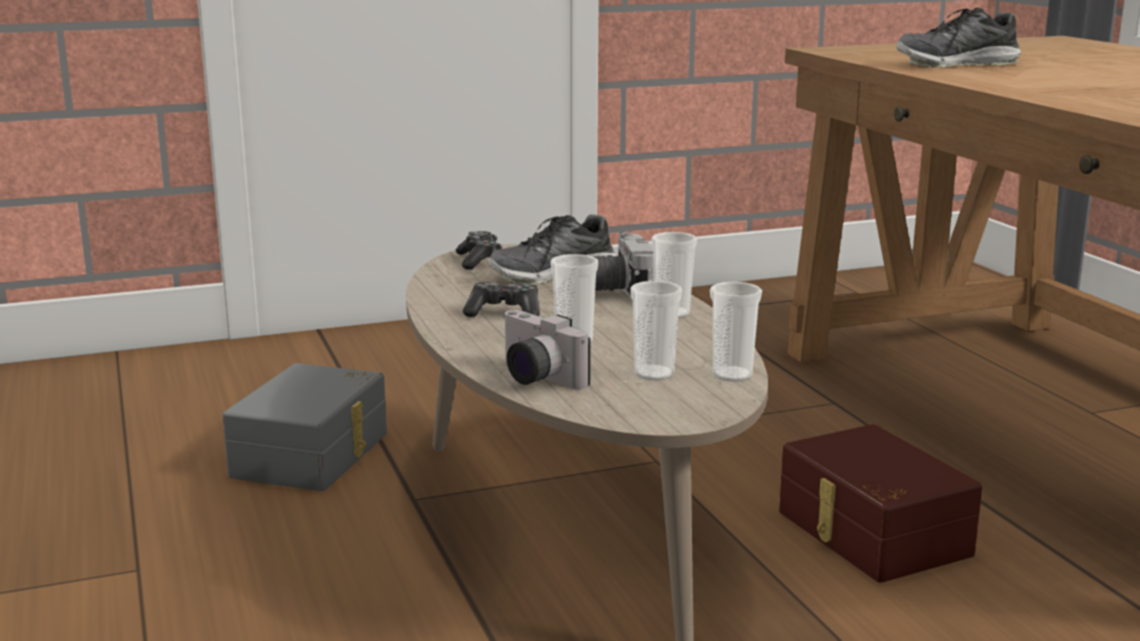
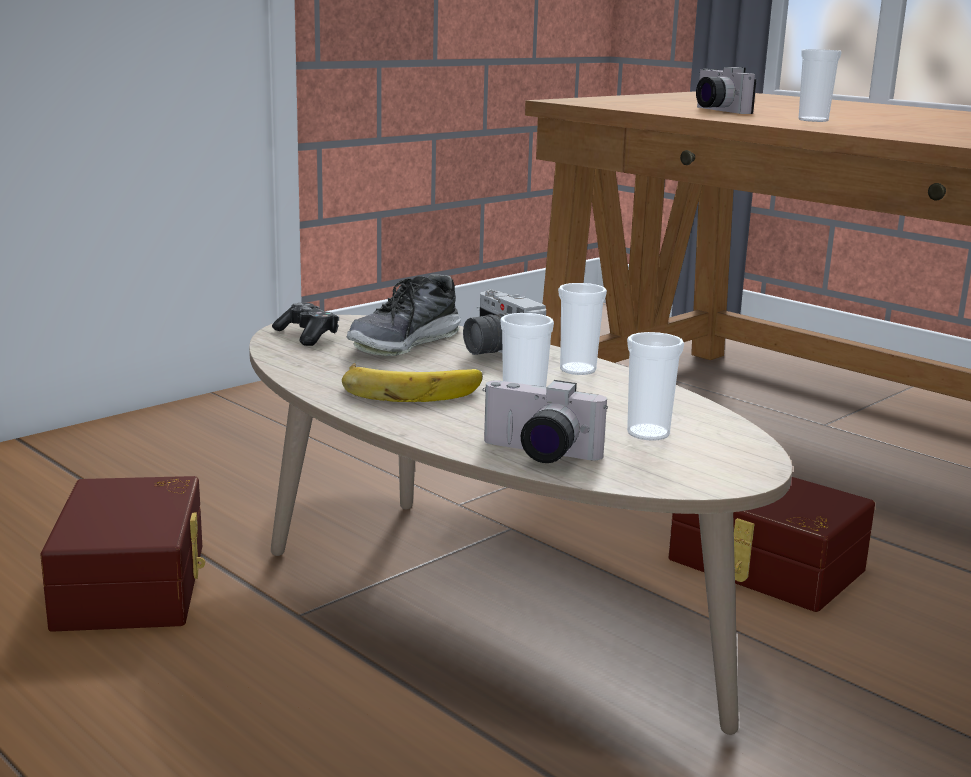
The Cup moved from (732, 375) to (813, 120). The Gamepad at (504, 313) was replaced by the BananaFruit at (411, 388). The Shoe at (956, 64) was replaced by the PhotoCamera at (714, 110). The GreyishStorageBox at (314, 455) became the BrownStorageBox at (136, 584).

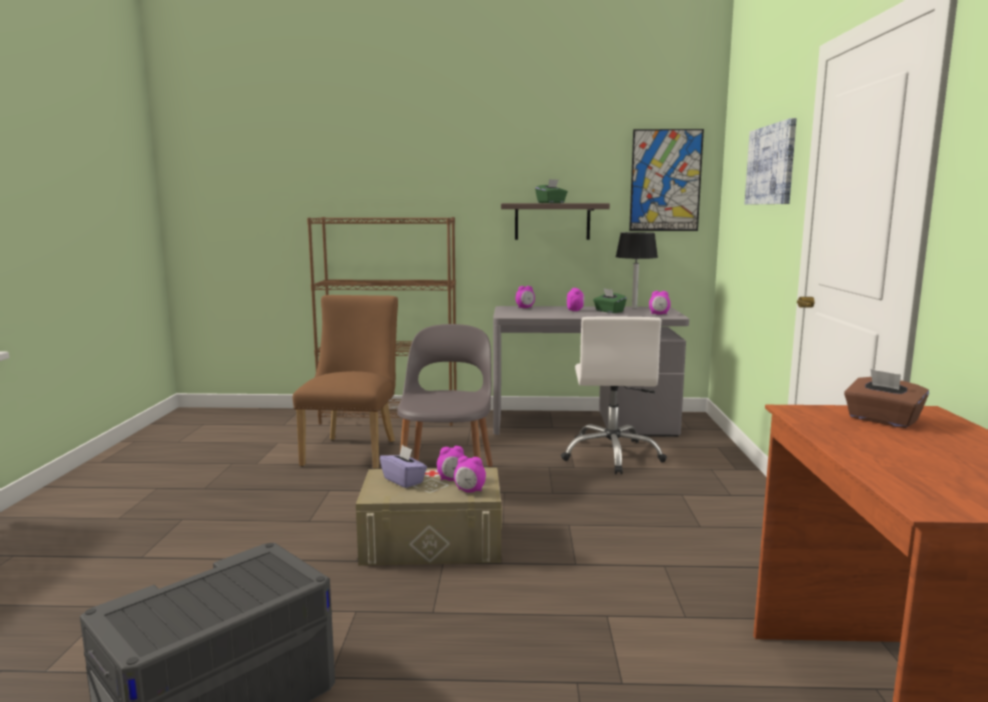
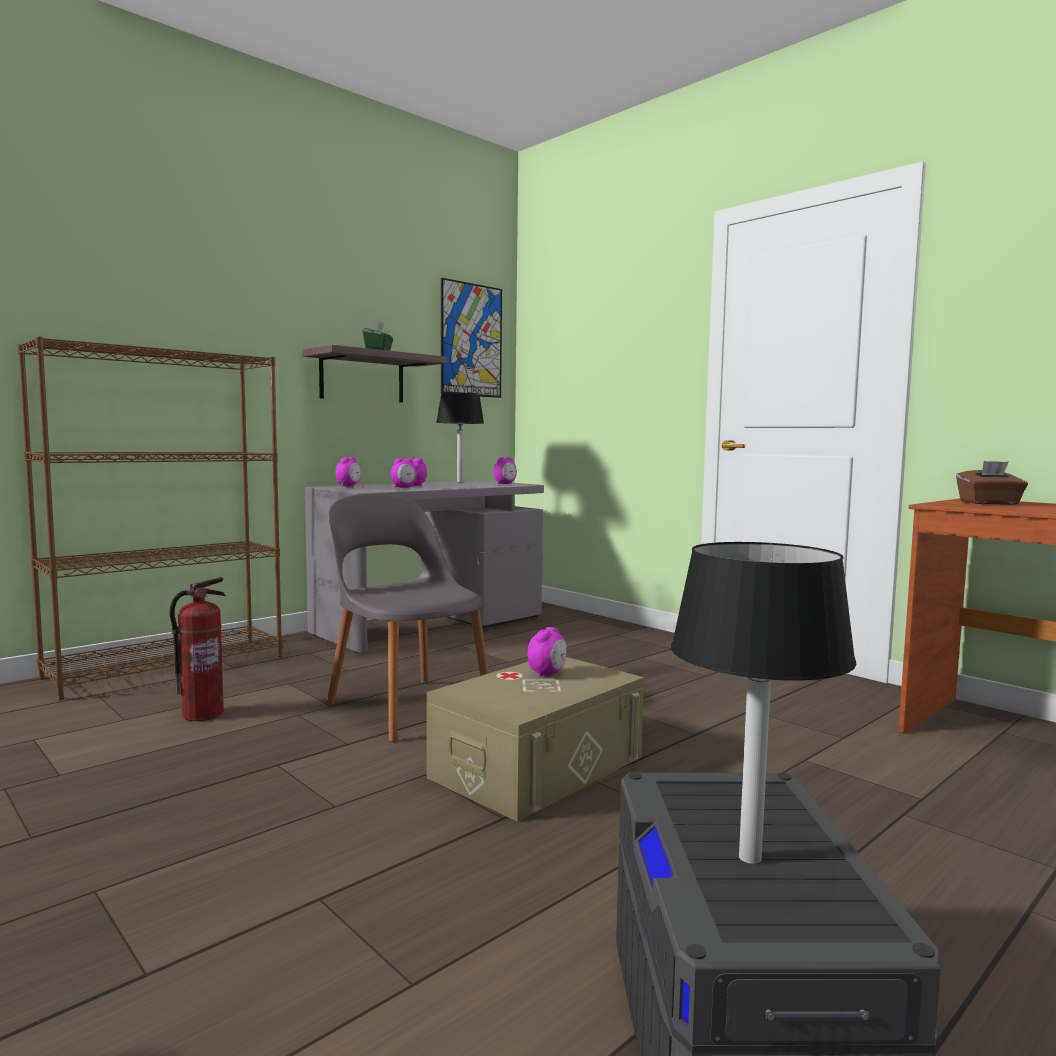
The PurpleTissueBox at (404, 480) disappeared. The WhitishOfficeChair at (612, 455) disappeared. The GreenishTissueBox at (609, 311) disappeared. The WallPicture at (771, 165) disappeared. The BlackishTabletopLamp at (749, 858) appeared. The AlarmClock moved from (469, 491) to (404, 487). The BrownPlainChair at (353, 450) was replaced by the FireExtinguisher at (203, 714).

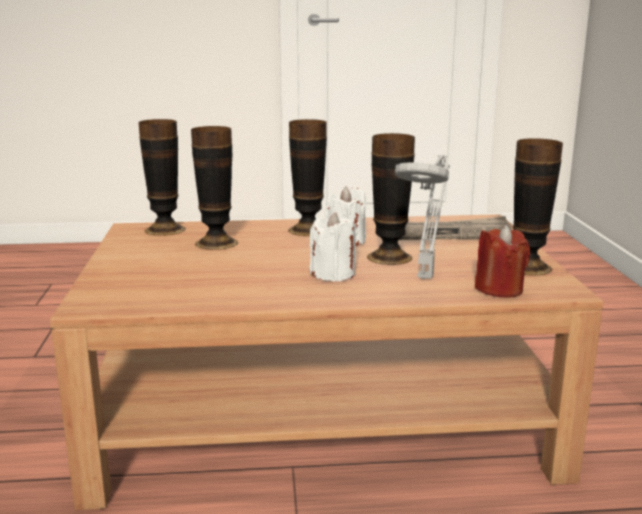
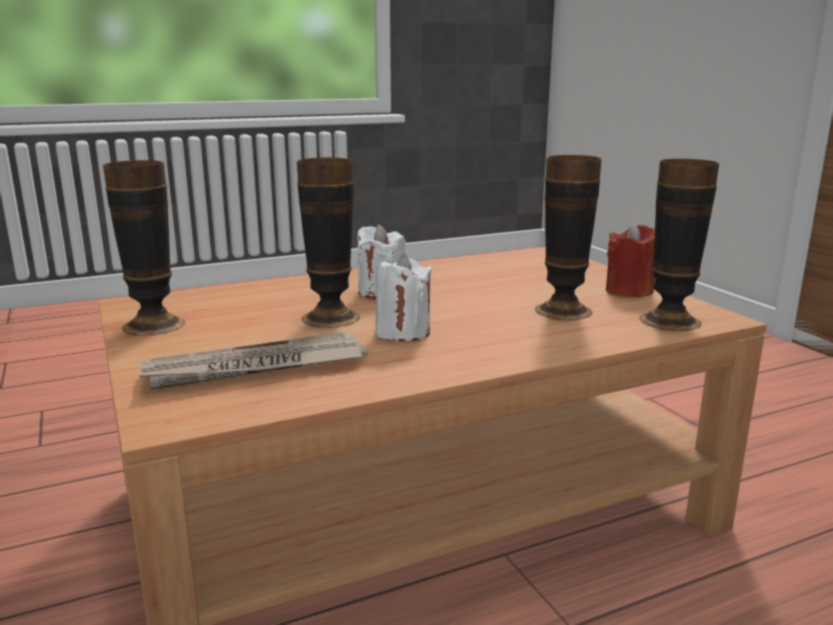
The Vase at (308, 230) disappeared. The GreyishTabletopLamp at (426, 276) disappeared. The RedColouredCandle moved from (499, 289) to (629, 291).

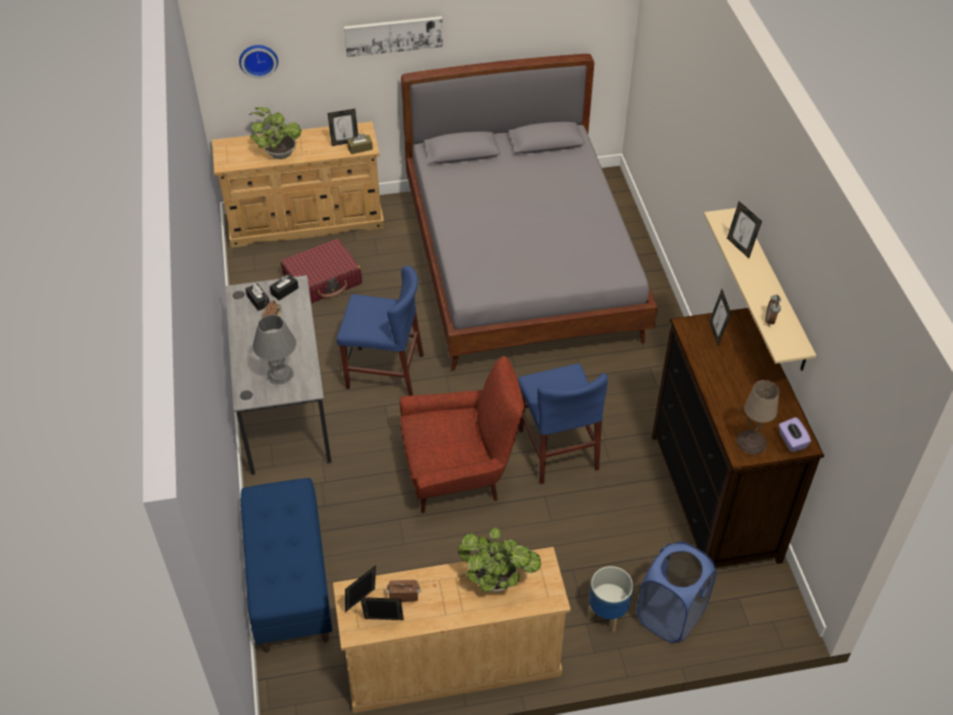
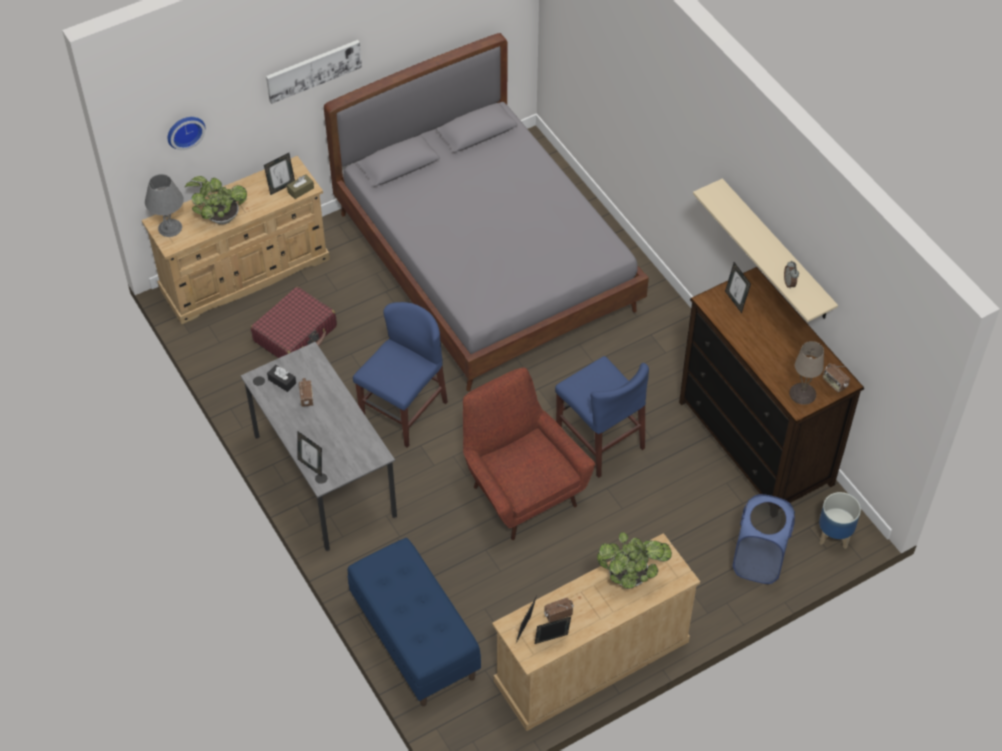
The BlackishTissueBox at (284, 291) disappeared. The GreyishTabletopLamp moved from (280, 374) to (169, 227). The Planter moved from (607, 614) to (834, 536). The PictureFrame moved from (740, 247) to (311, 466). The PurpleTissueBox at (791, 441) was replaced by the Radio at (834, 383). The BluishPlainChair at (385, 371) turned 45 degrees counterclockwise. The RedColouredEasyChair at (459, 474) turned 90 degrees counterclockwise.

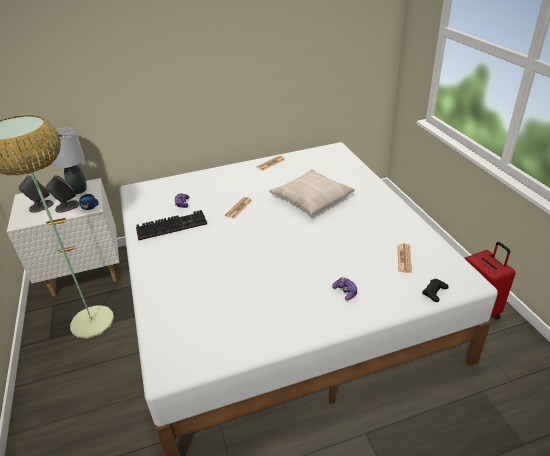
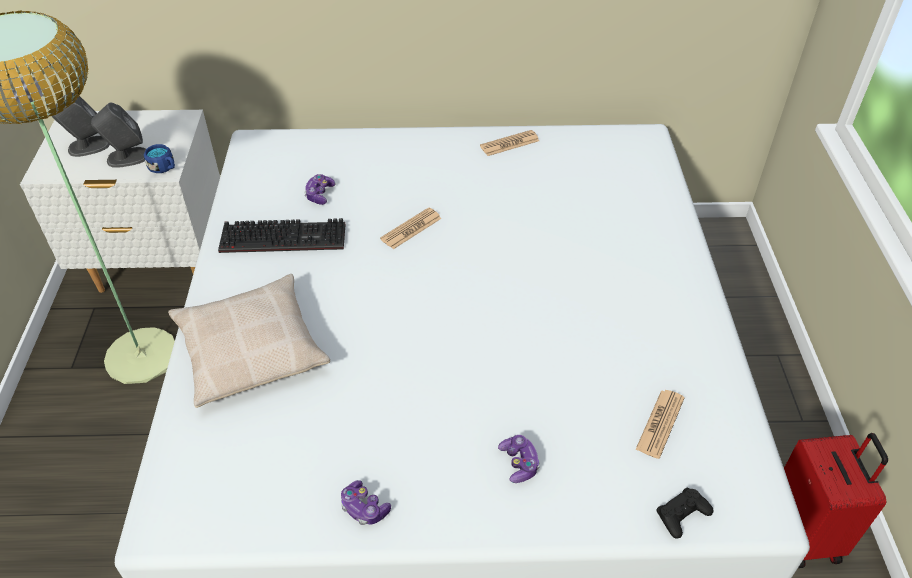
The GreyishTabletopLamp at (79, 190) disappeared. The Gamepad at (364, 508) appeared. The BeigeColouredThrowPillow moved from (311, 198) to (251, 349).

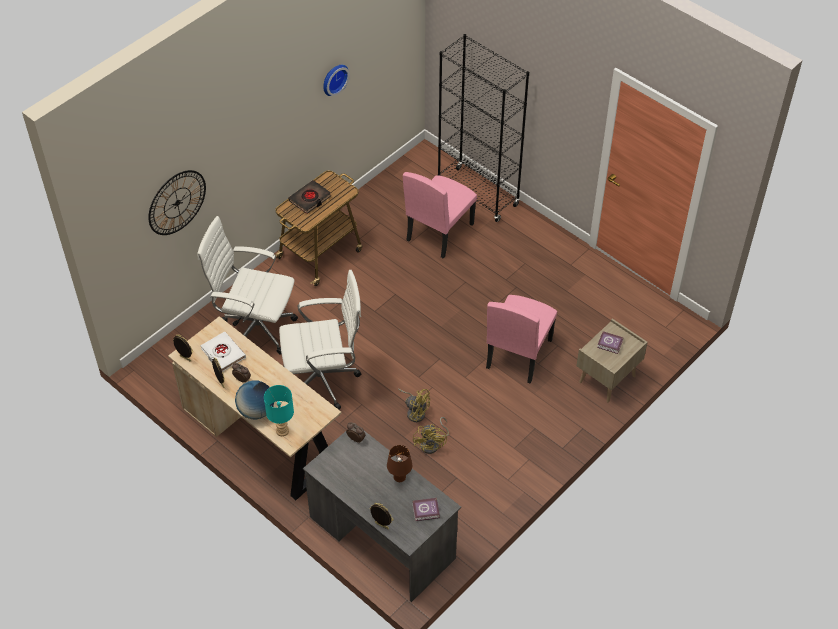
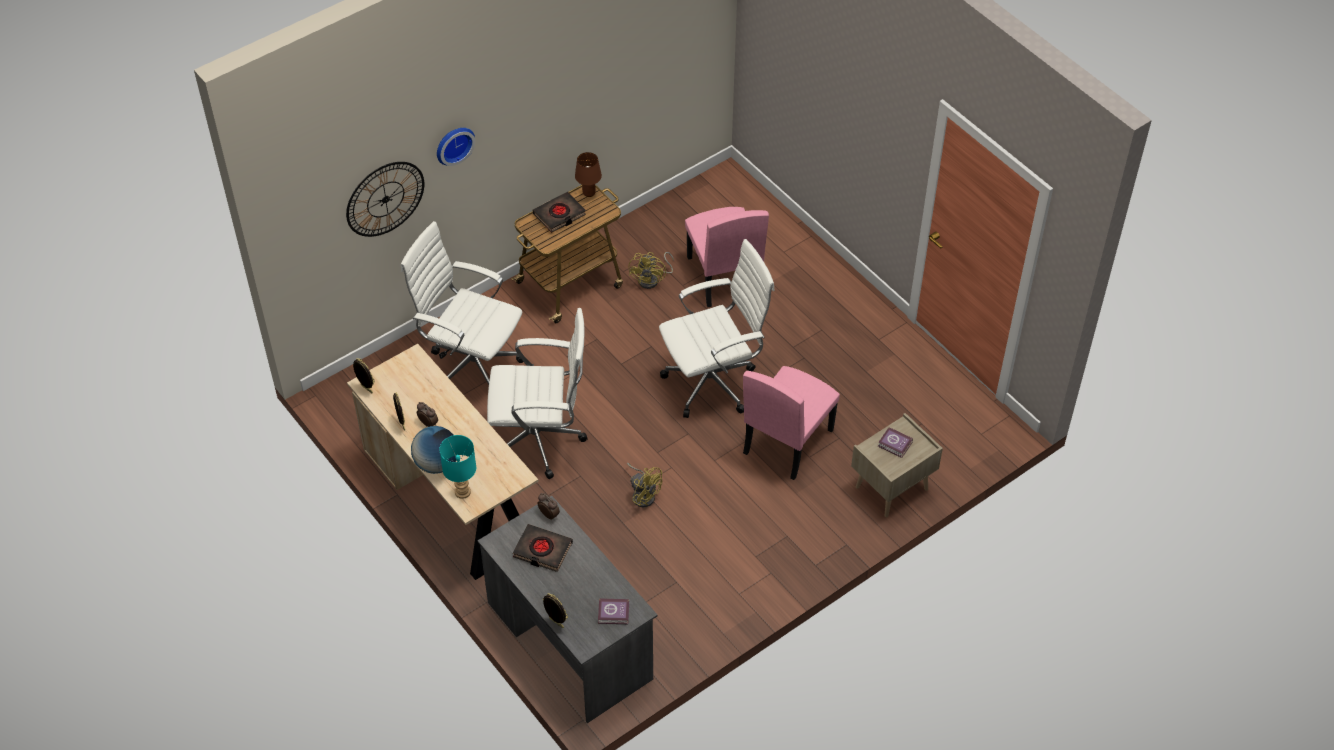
The WhitishBoundBook at (223, 353) disappeared. The BlackishShelvingUnit at (478, 194) disappeared. The BlackishBoundBook at (542, 550) appeared. The WhitishOfficeChair at (714, 382) appeared. The ClockOnTheWall moved from (333, 78) to (453, 144). The BrownTabletopLamp moved from (400, 478) to (589, 193). The YellowishFan moved from (433, 444) to (652, 279). The PinkishPlainChair at (439, 232) turned 60 degrees counterclockwise.

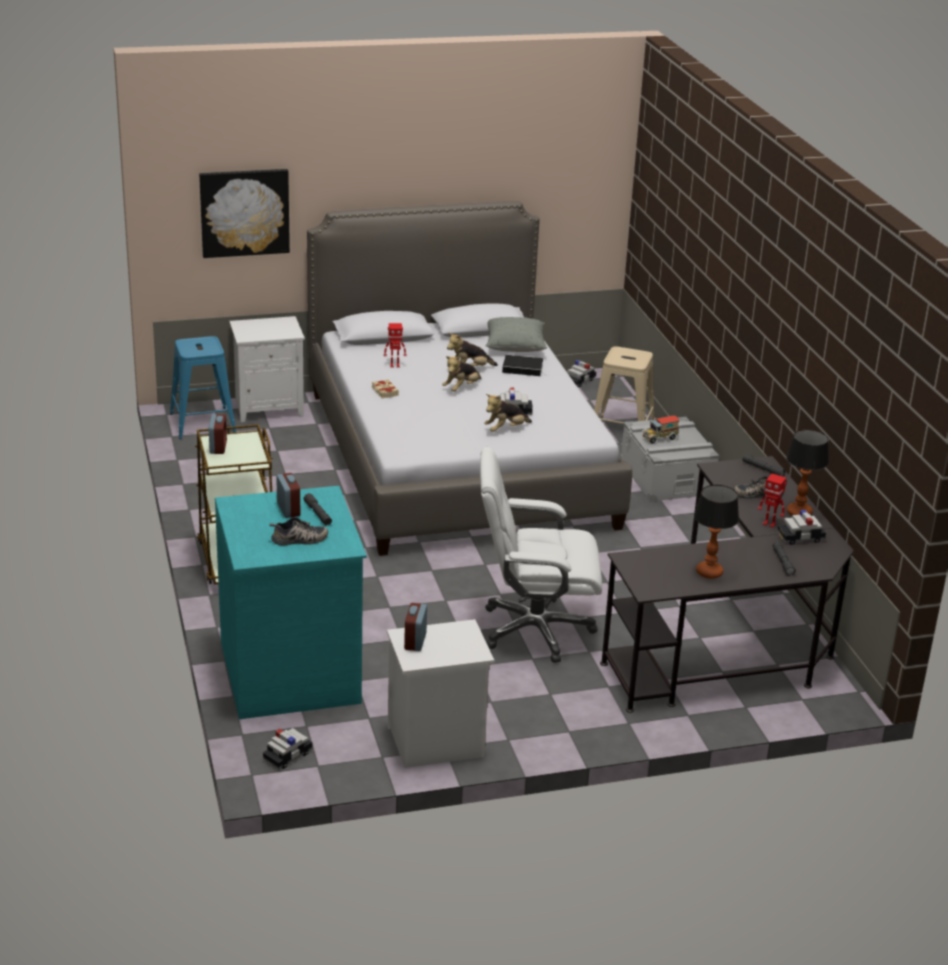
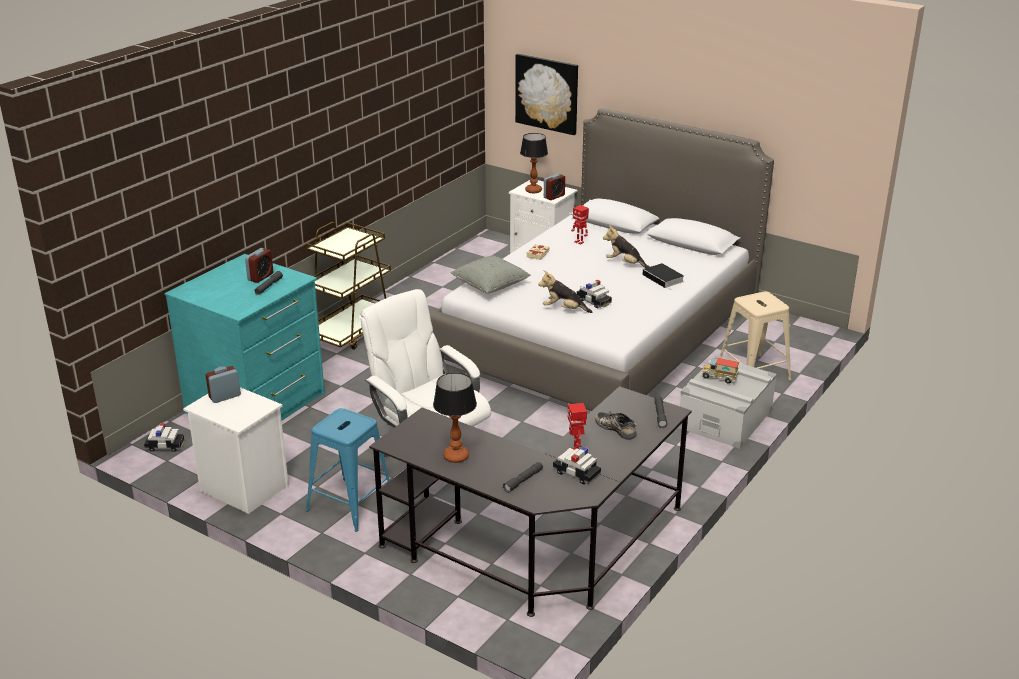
The Shoe at (299, 540) disappeared. The CuddlyToy at (461, 388) disappeared. The ModelCar at (580, 381) disappeared. The BluishStoolSeat moved from (203, 423) to (350, 504). The AlarmClock moved from (218, 447) to (554, 196). The GreyishThrowPillow moved from (515, 346) to (490, 285). The TabletopLamp moved from (798, 512) to (533, 190).

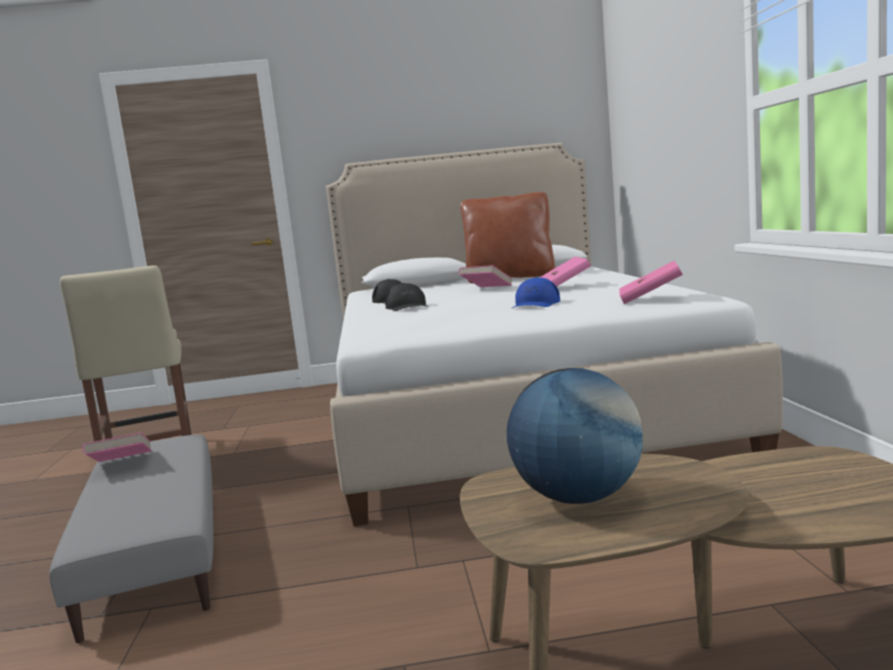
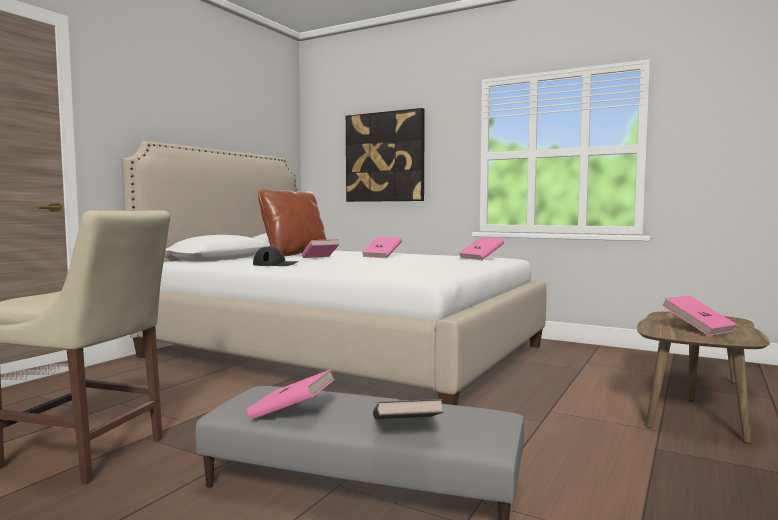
The BlackishPeakedCap at (407, 307) disappeared. The BluishPeakedCap at (535, 304) disappeared. The WallPicture at (385, 157) appeared. The BrownBoundBook at (405, 430) appeared. The Globe at (578, 498) was replaced by the PinkishBoundBook at (698, 329).

